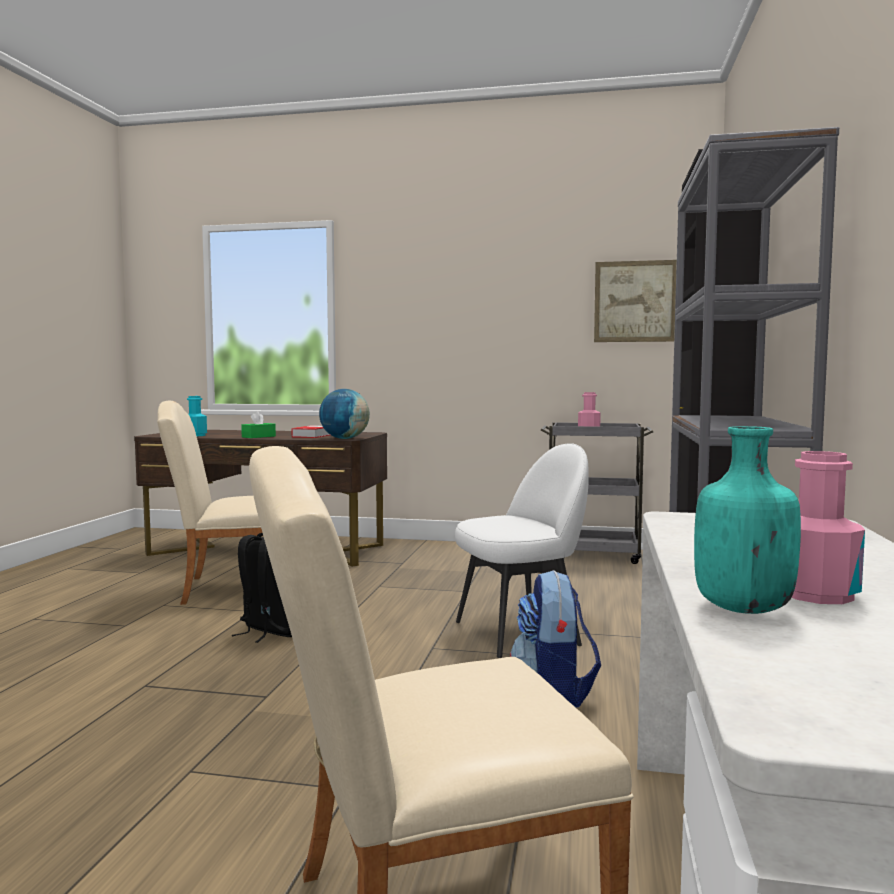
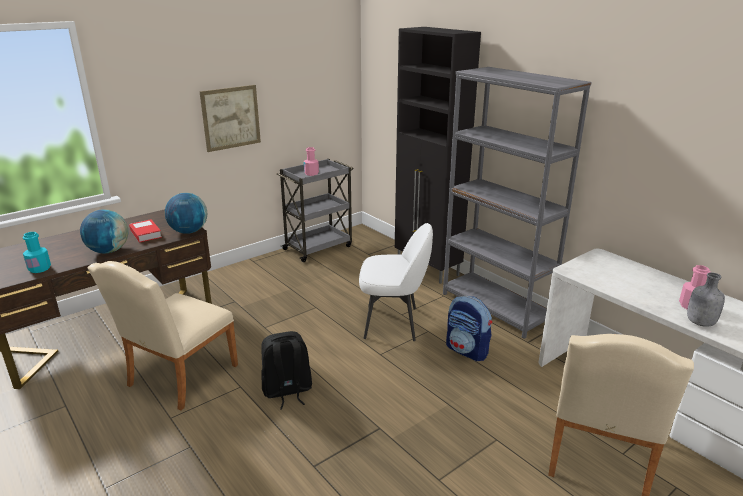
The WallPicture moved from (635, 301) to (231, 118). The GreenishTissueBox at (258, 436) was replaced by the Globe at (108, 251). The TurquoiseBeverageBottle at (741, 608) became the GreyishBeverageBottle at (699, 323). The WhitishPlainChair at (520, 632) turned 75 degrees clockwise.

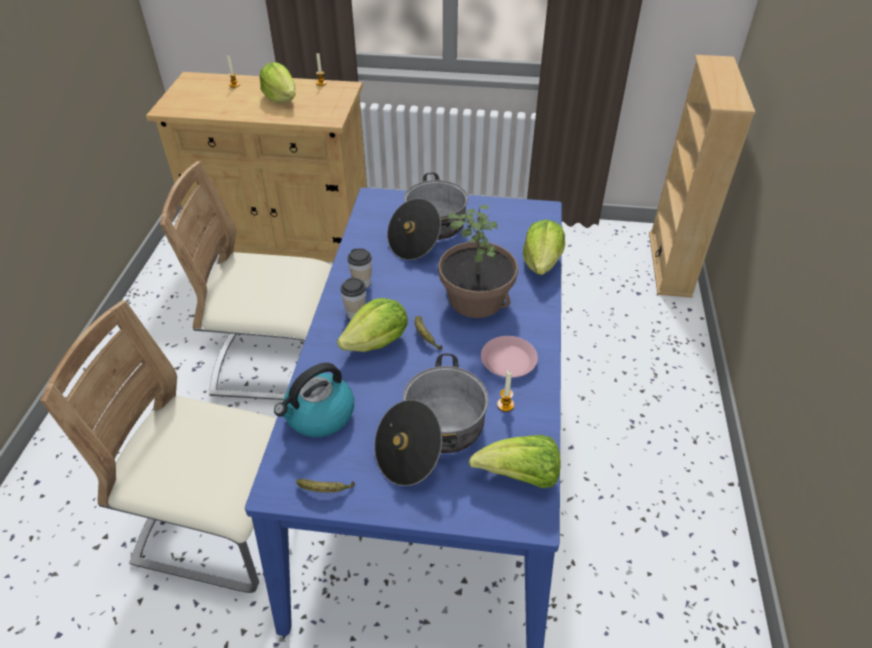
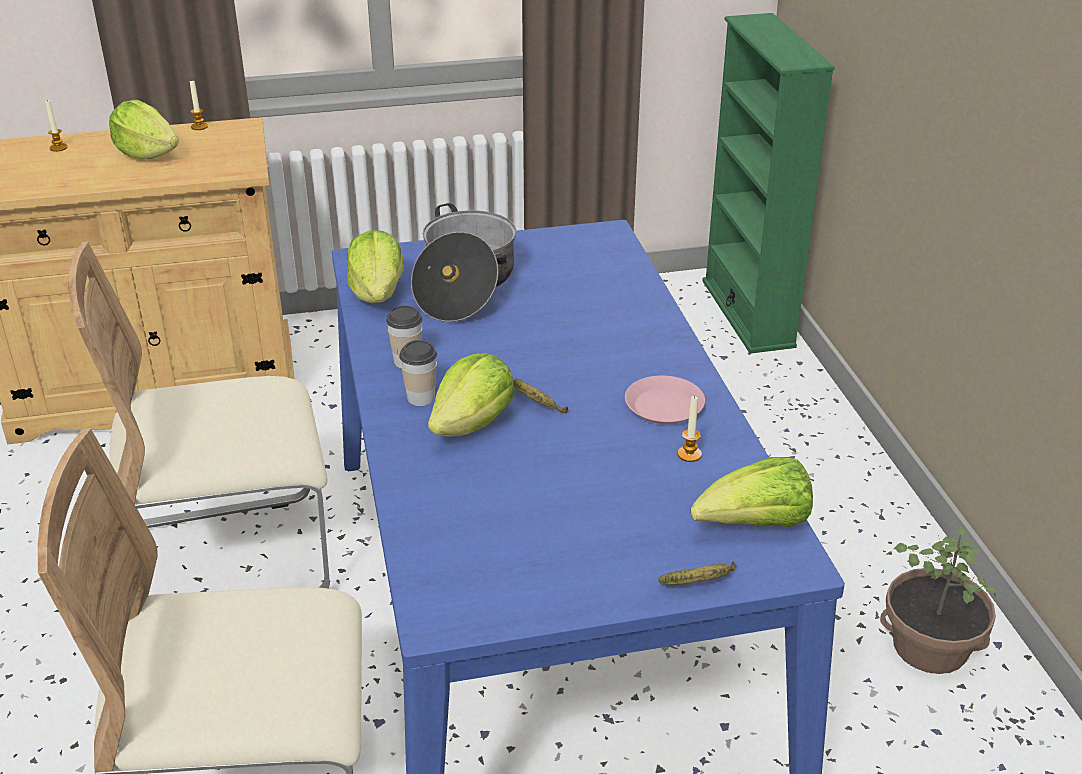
The TeaKettle at (319, 415) disappeared. The Stockpot at (431, 437) disappeared. The BananaFruit moved from (325, 490) to (701, 583). The PottedPlant moved from (477, 299) to (930, 646). The HeadOfLettuce moved from (542, 263) to (378, 293). The BeigeColouredShelvingUnit at (670, 264) became the GreenishShelvingUnit at (748, 313).

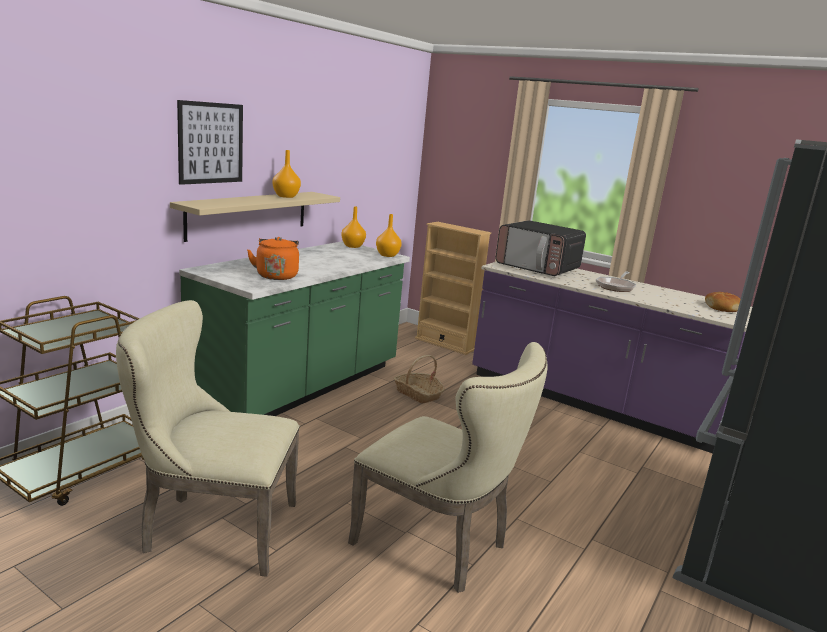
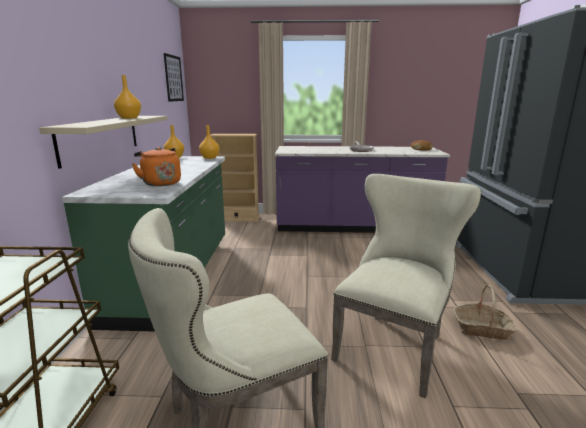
The MicrowaveOven at (538, 268) disappeared. The WallPicture moved from (211, 143) to (173, 78). The Basket moved from (418, 394) to (482, 329). The BeigeColouredPlainChair at (439, 545) turned 60 degrees counterclockwise.

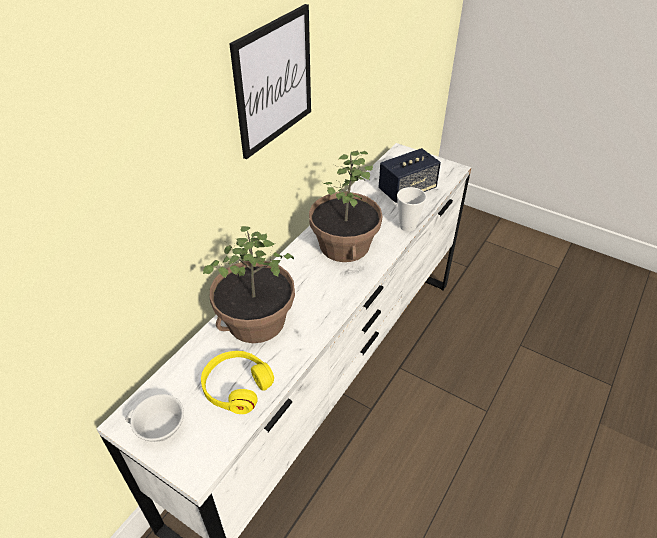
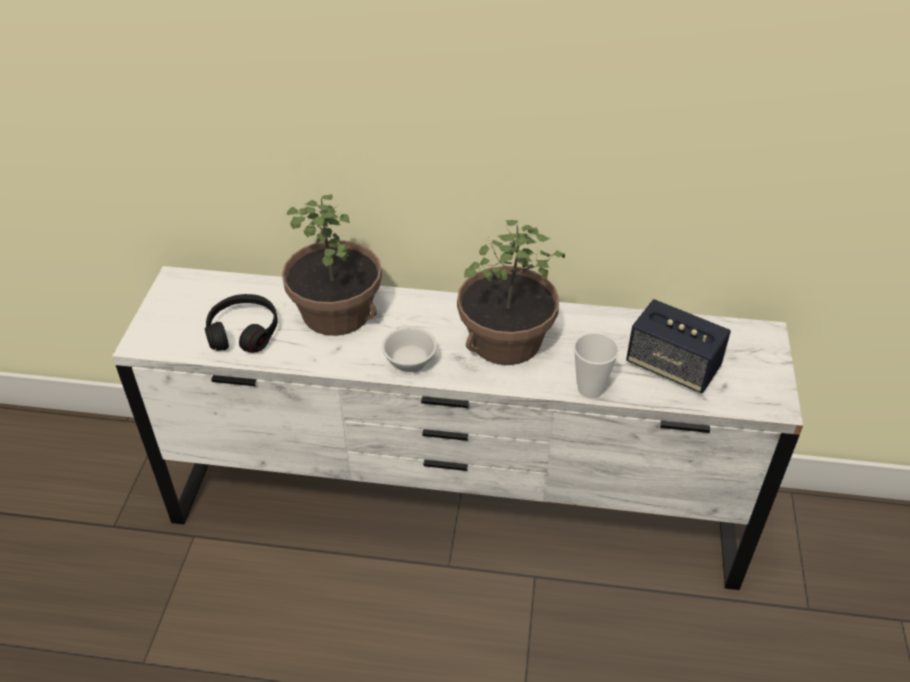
The WallPicture at (274, 81) disappeared. The WhitishCup moved from (159, 429) to (407, 361). The YellowishPairOfHeadphones at (236, 386) became the BlackishPairOfHeadphones at (243, 331).

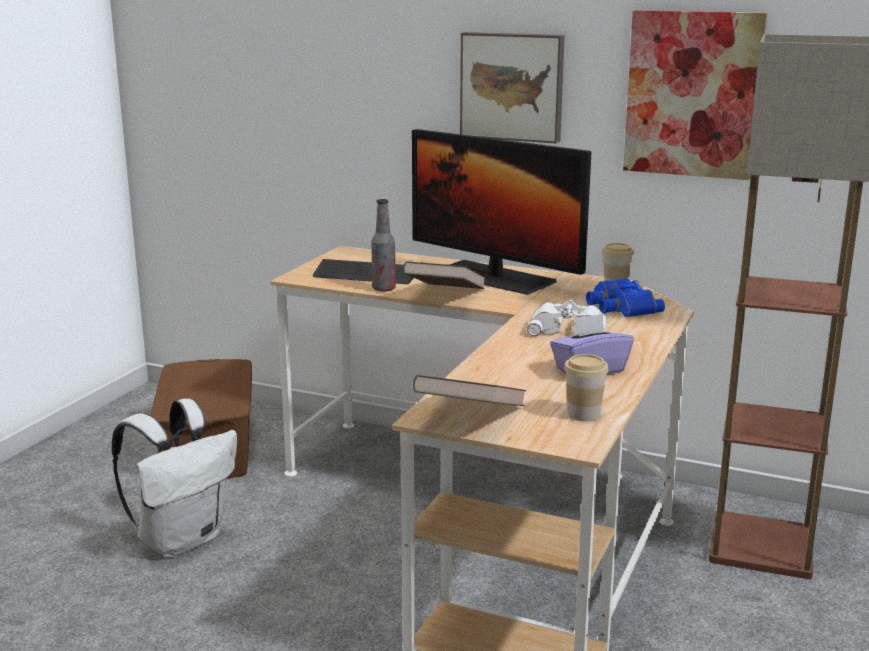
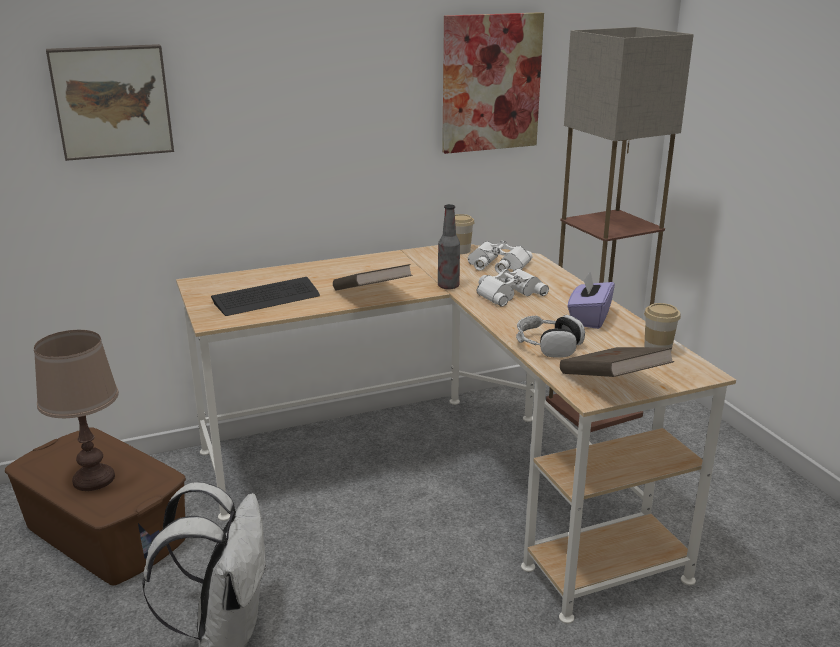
The ComputerScreen at (493, 277) disappeared. The BrownTabletopLamp at (94, 479) appeared. The PairOfHeadphones at (548, 346) appeared. The BeverageBottle moved from (383, 289) to (448, 286). The WallPicture moved from (512, 86) to (112, 101). The BluishBinoculars at (620, 306) became the WhitishBinoculars at (497, 265).

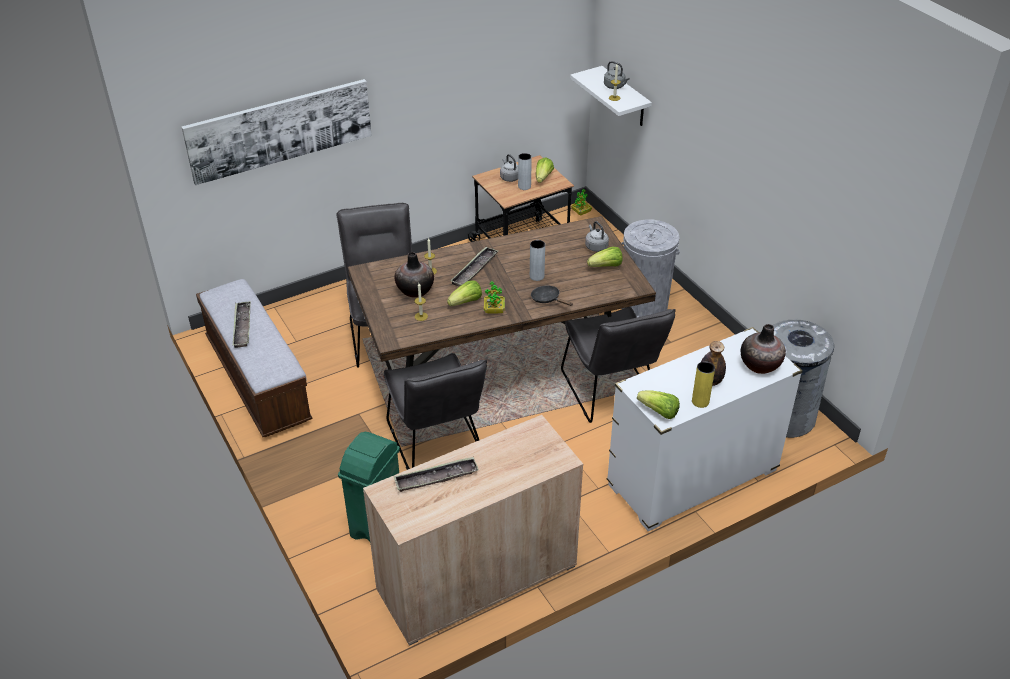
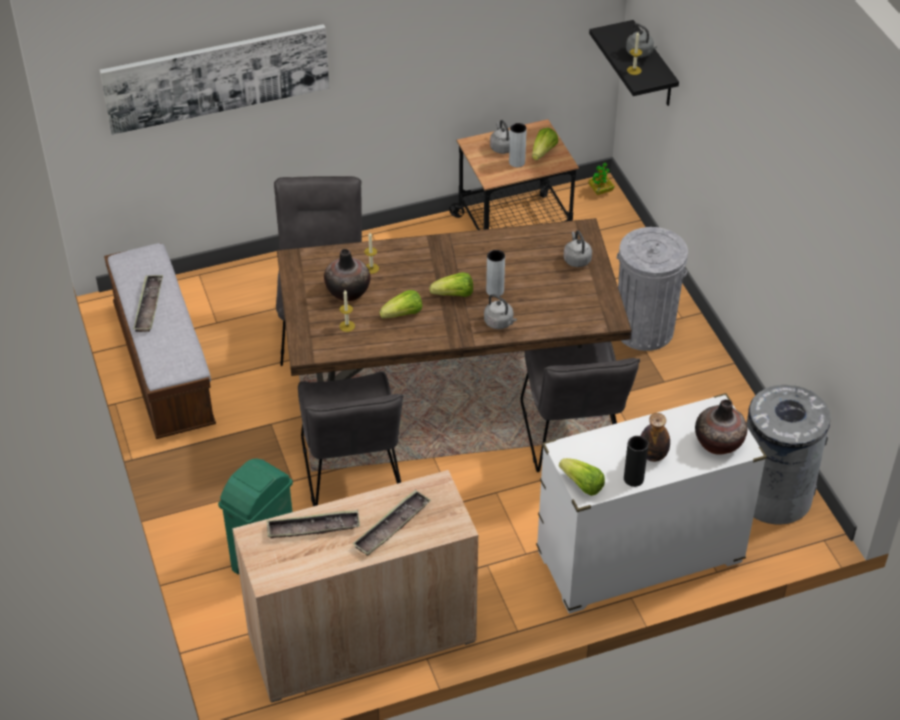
The PottedPlant at (494, 310) disappeared. The Tray moved from (474, 270) to (392, 526). The HeadOfLettuce moved from (606, 266) to (454, 295). The BlackishSkillet at (547, 299) was replaced by the GreyishTeaKettle at (500, 323). The WhitishBracketShelf at (625, 97) became the BlackishBracketShelf at (654, 66). The YellowishVase at (700, 402) became the BlackishVase at (633, 479).

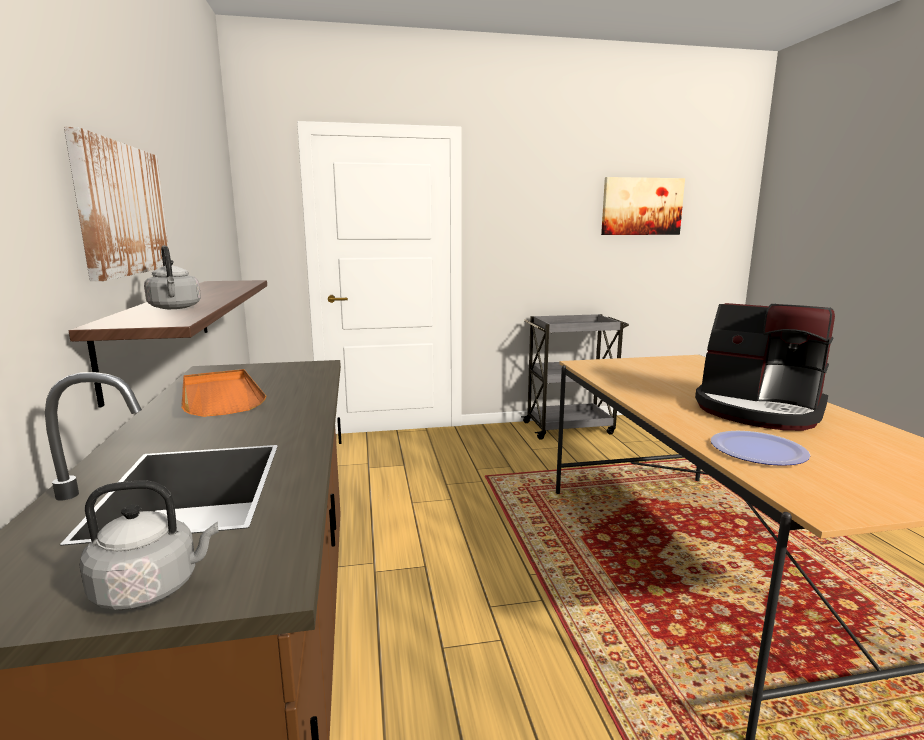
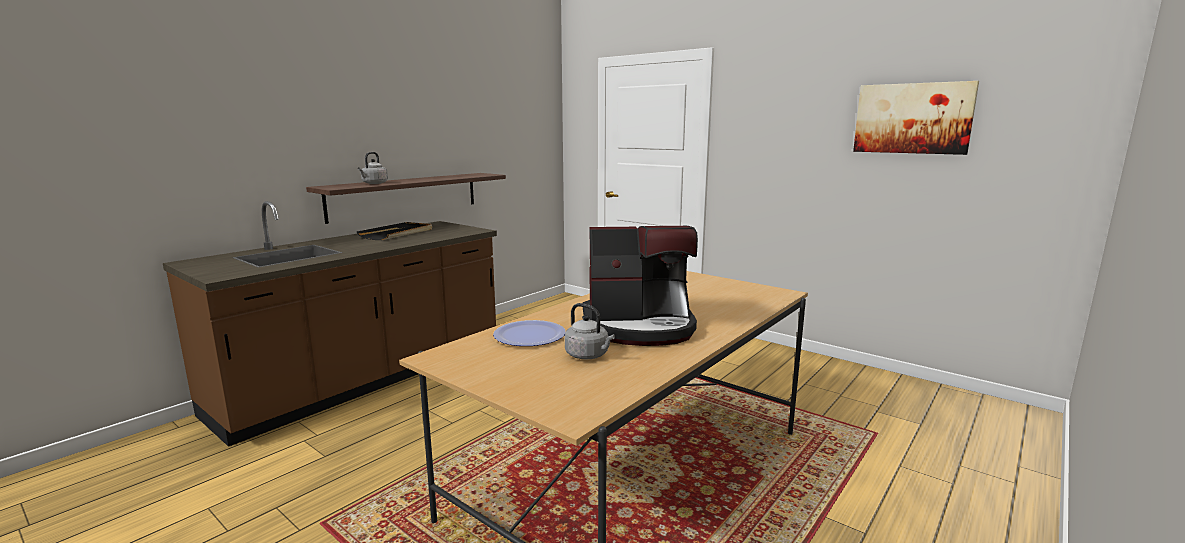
The WallPicture at (121, 209) disappeared. The GreyishCart at (570, 428) disappeared. The GreyishTeaKettle moved from (152, 588) to (588, 355). The OrangeColouredTray at (220, 396) became the BlackishTray at (397, 233). The CoffeeMaker at (758, 410) turned 90 degrees counterclockwise.

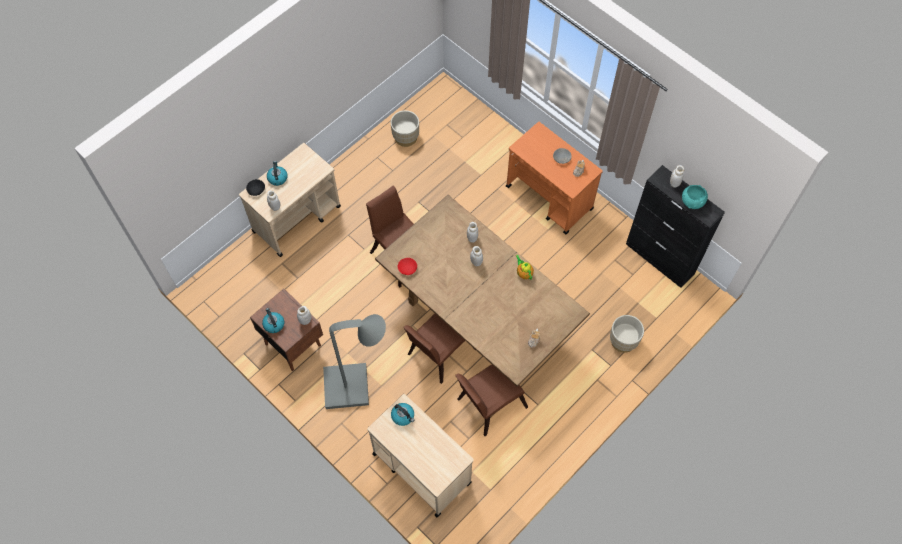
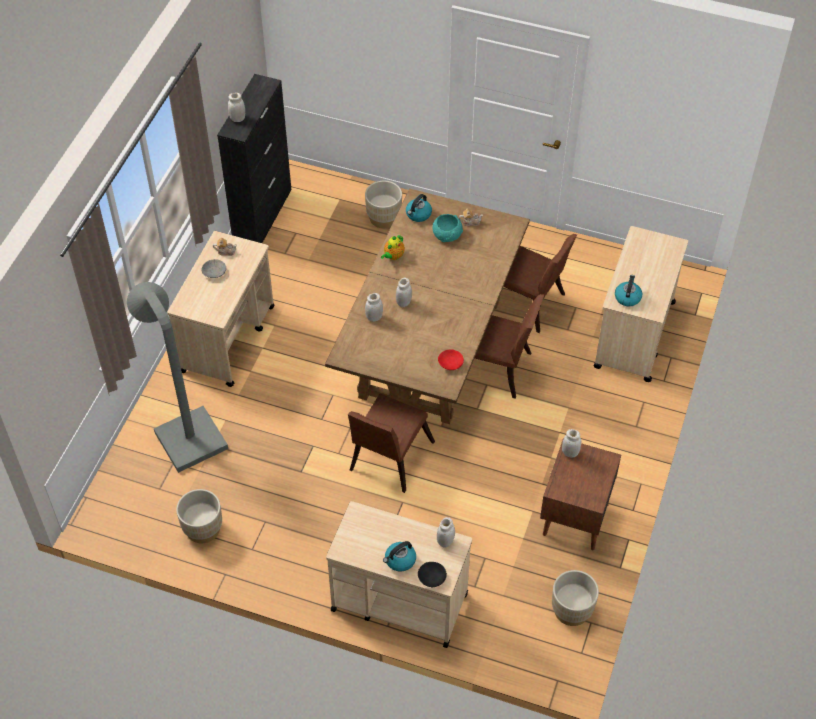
The BeigeColouredPlanter at (572, 610) appeared. The TeaKettle moved from (273, 324) to (418, 214). The GreyishStandingLamp moved from (355, 386) to (186, 432). The TurquoiseServingBowl moved from (692, 201) to (447, 235). The OrangeColouredCart at (549, 198) became the BeigeColouredCart at (228, 338).

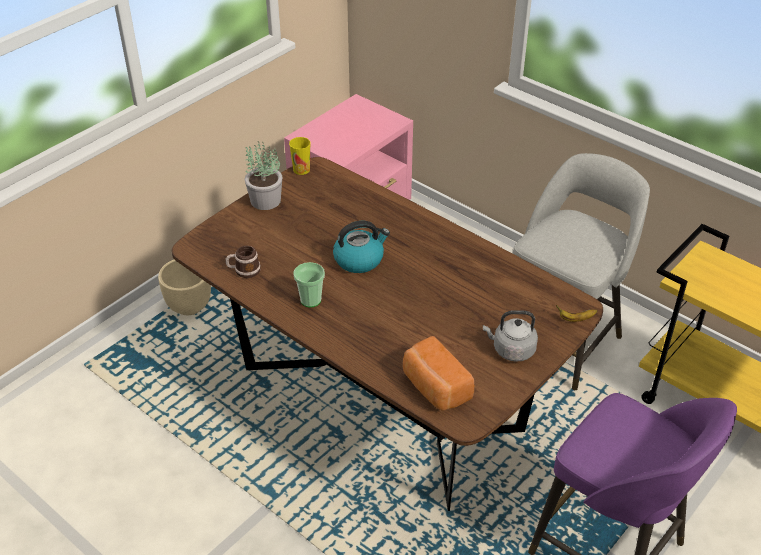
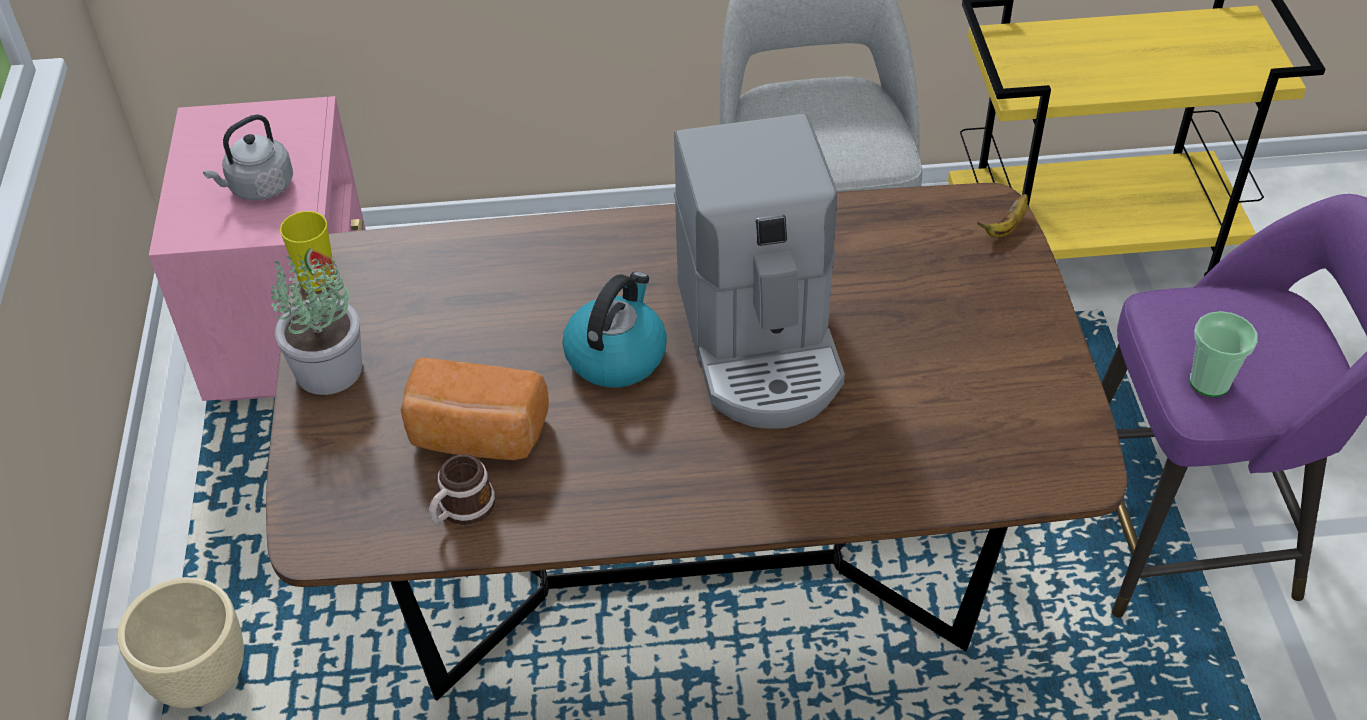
The CoffeeMaker at (761, 343) appeared. The Cup moved from (310, 300) to (1209, 382). The Bread moved from (434, 388) to (476, 437). The GreyishTeaKettle moved from (511, 350) to (258, 188).

